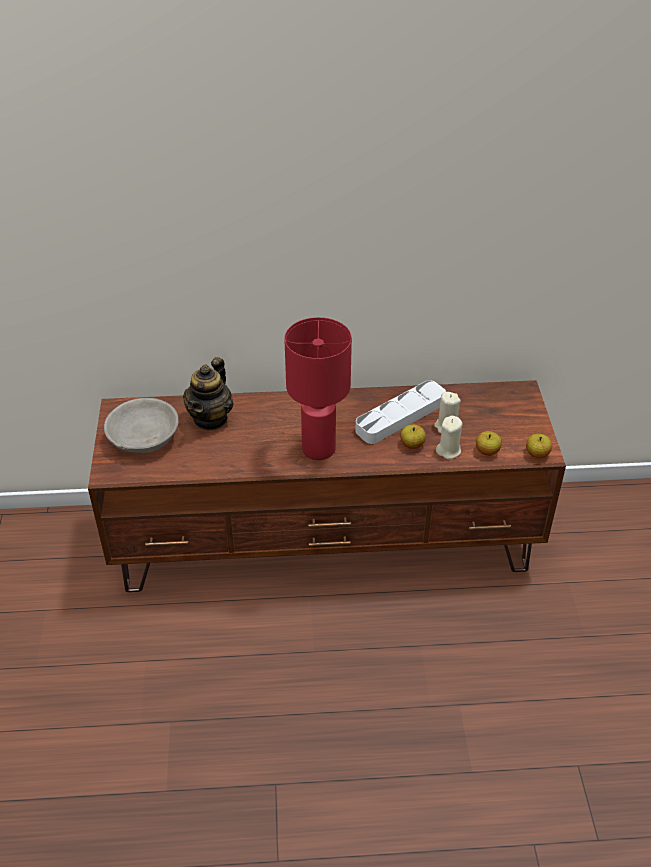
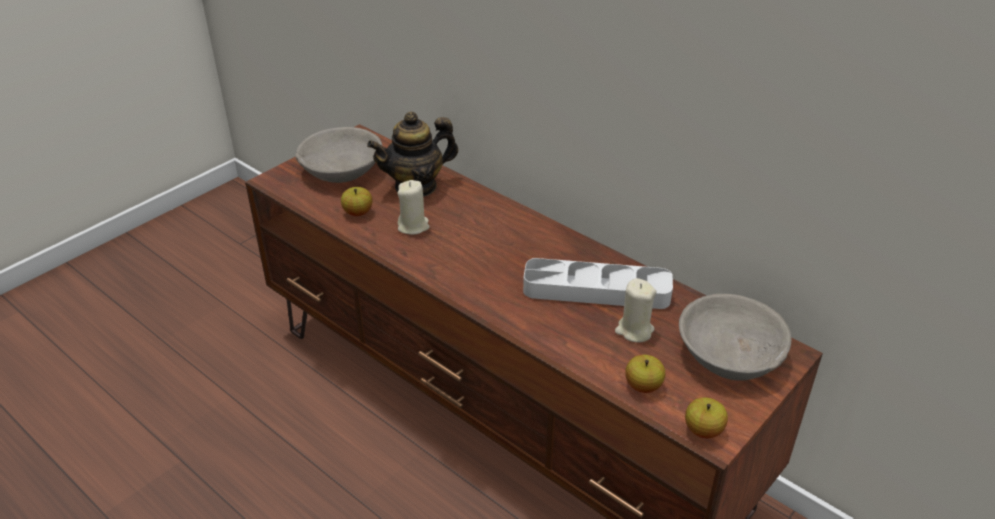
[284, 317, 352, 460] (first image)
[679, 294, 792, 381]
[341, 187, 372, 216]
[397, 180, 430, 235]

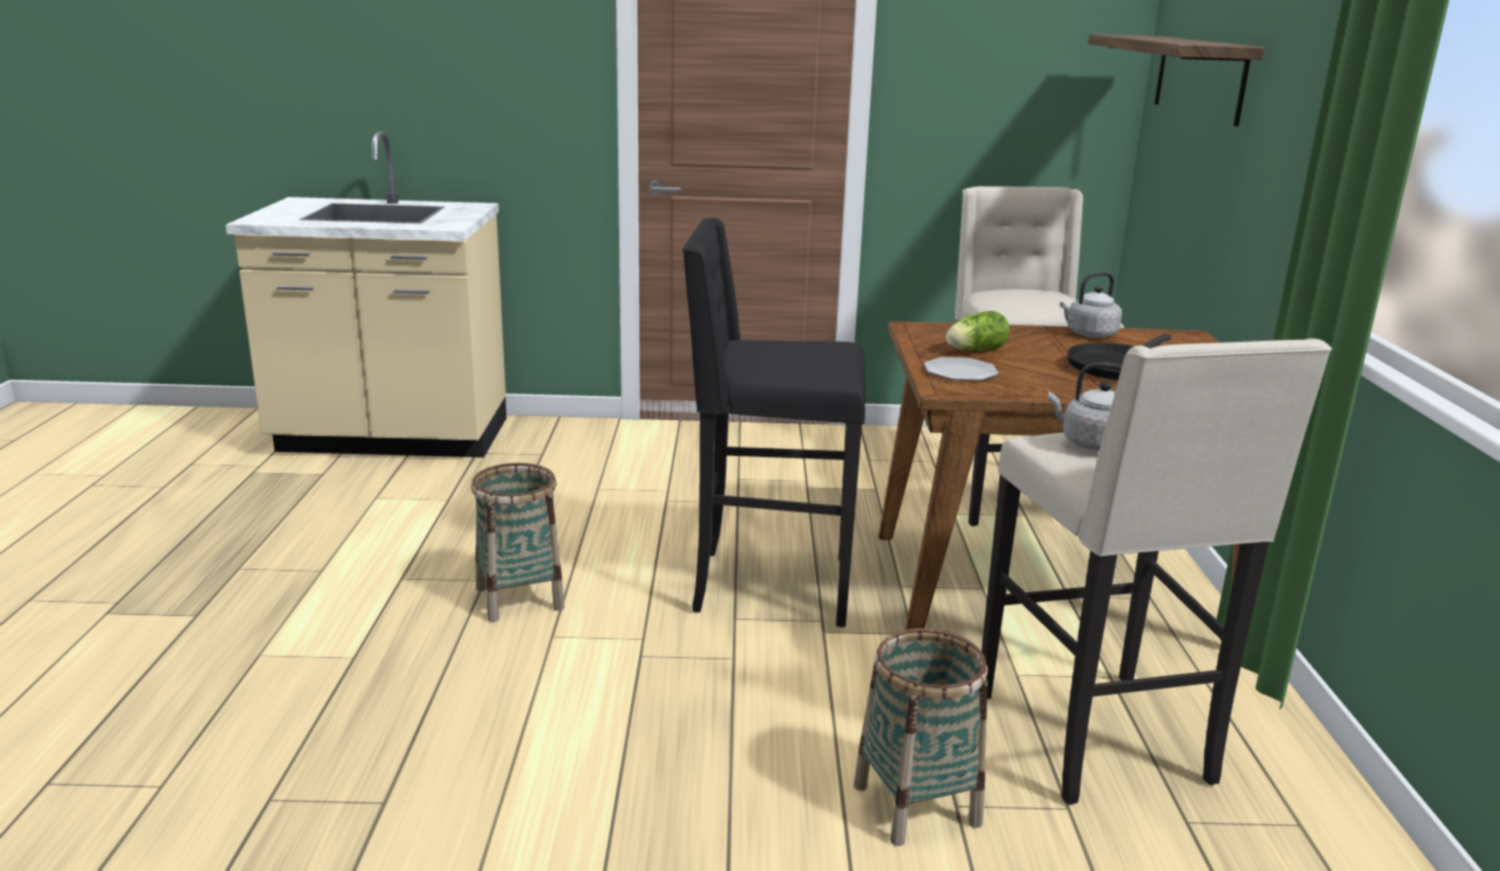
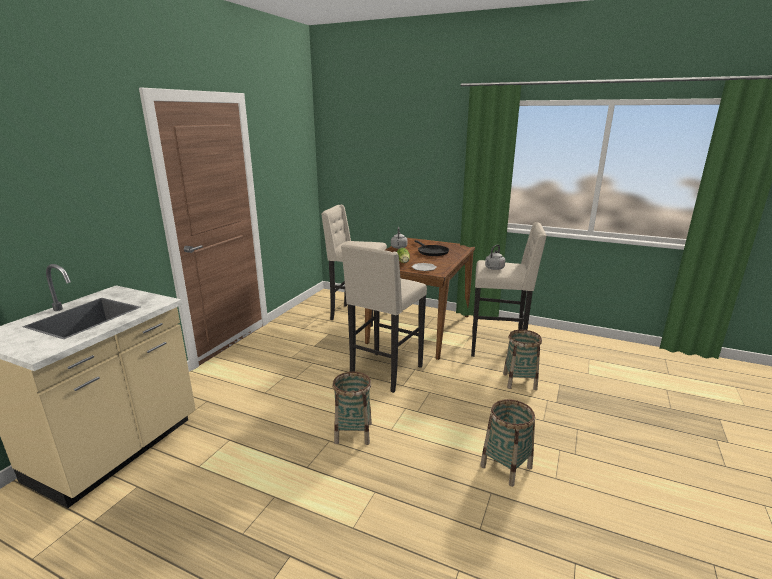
[1088, 34, 1265, 127] (first image)
[480, 399, 535, 487]
[341, 244, 427, 393]

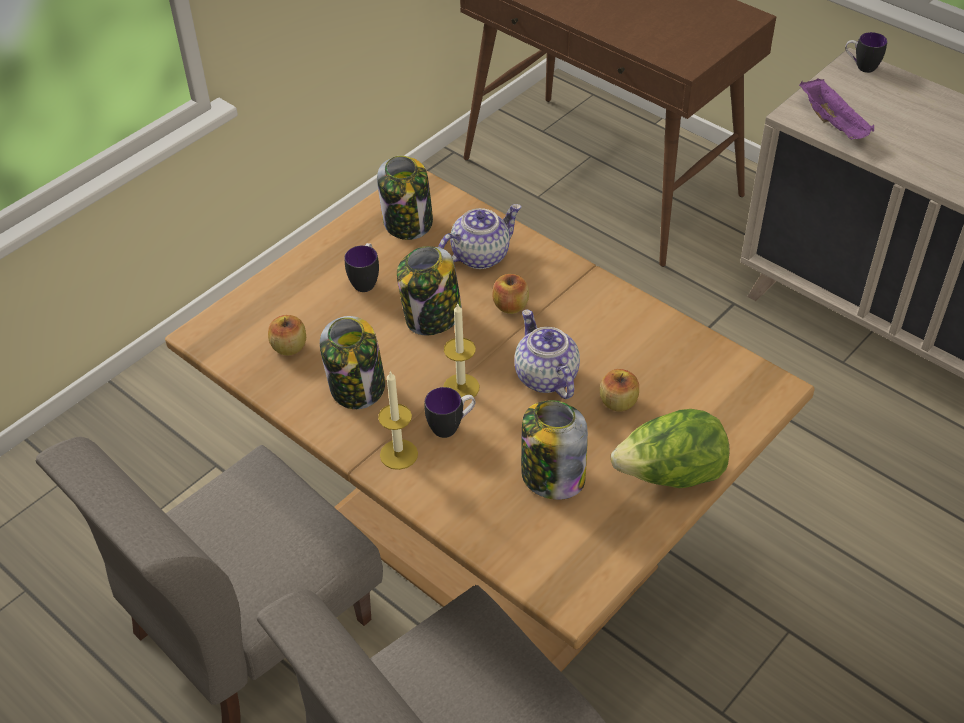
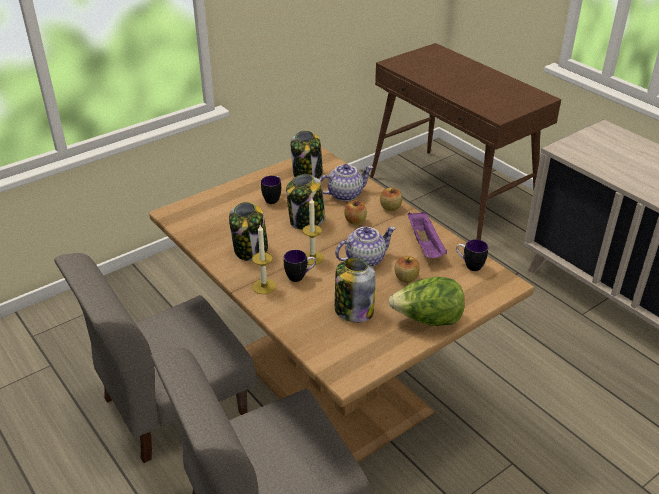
[380, 187, 402, 211]
[408, 212, 447, 258]
[456, 239, 488, 271]
[335, 226, 396, 267]

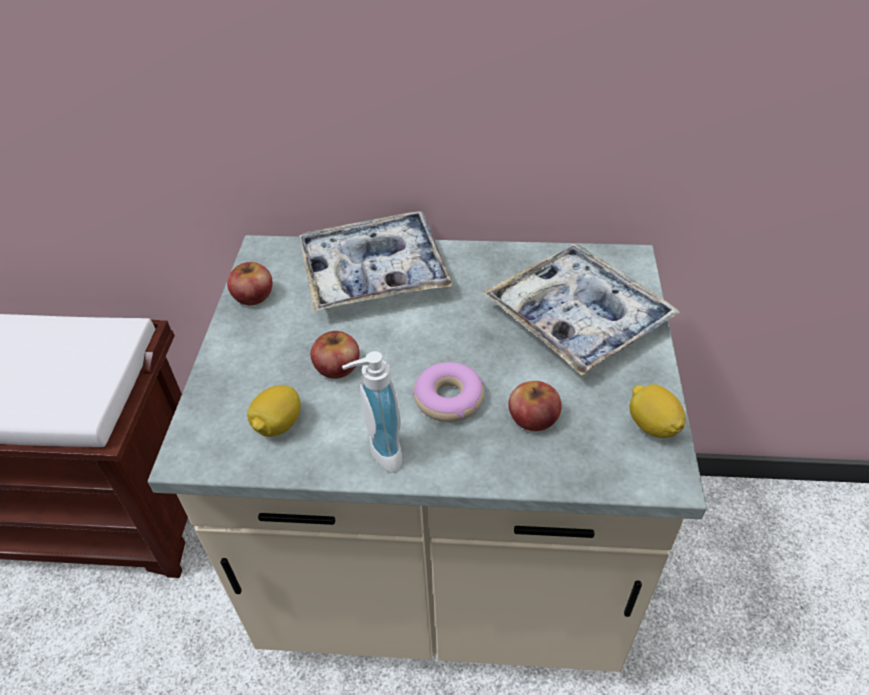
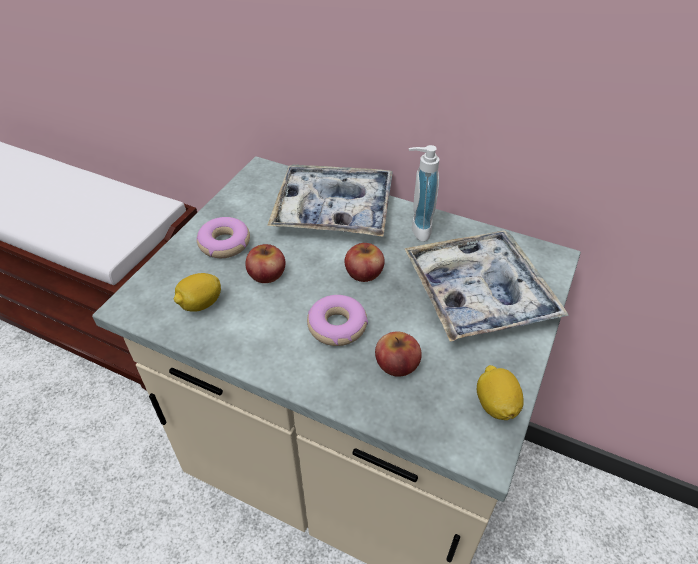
[196, 217, 250, 258]
[345, 243, 385, 282]
[409, 145, 439, 242]

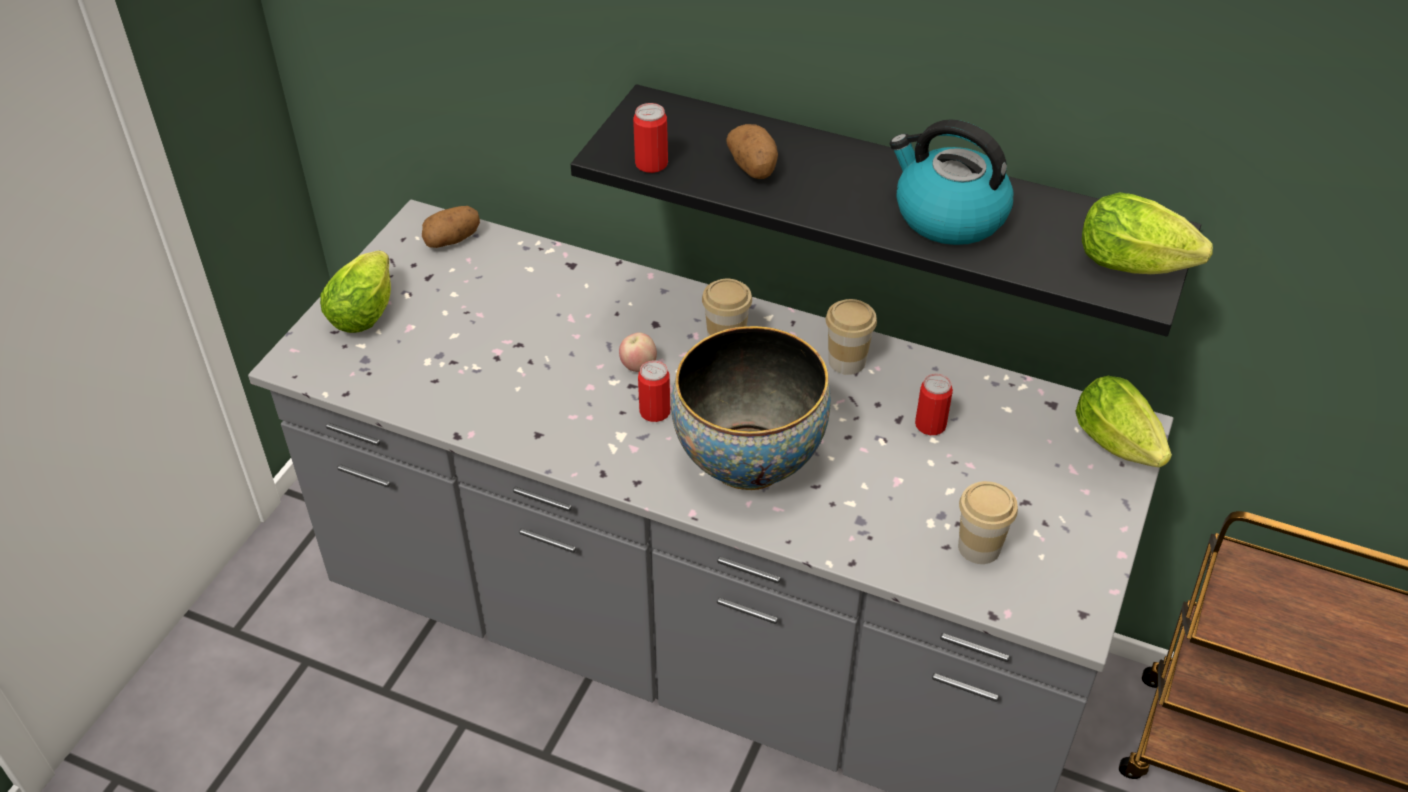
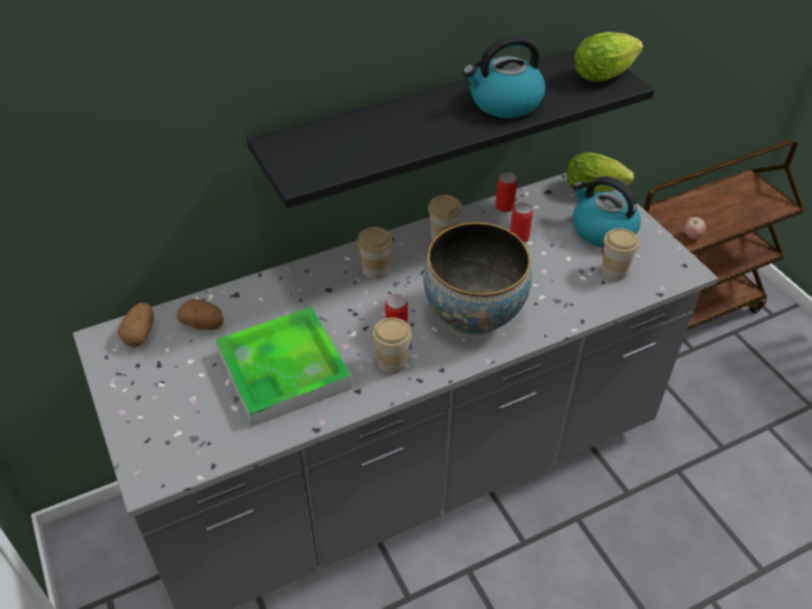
[320, 250, 391, 333] (first image)
[216, 307, 352, 427]
[372, 317, 412, 374]
[572, 176, 641, 248]
[684, 217, 706, 239]
[495, 172, 517, 212]
[177, 299, 224, 330]

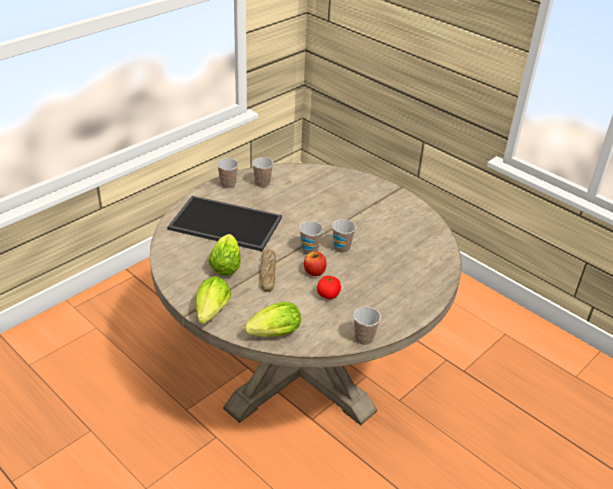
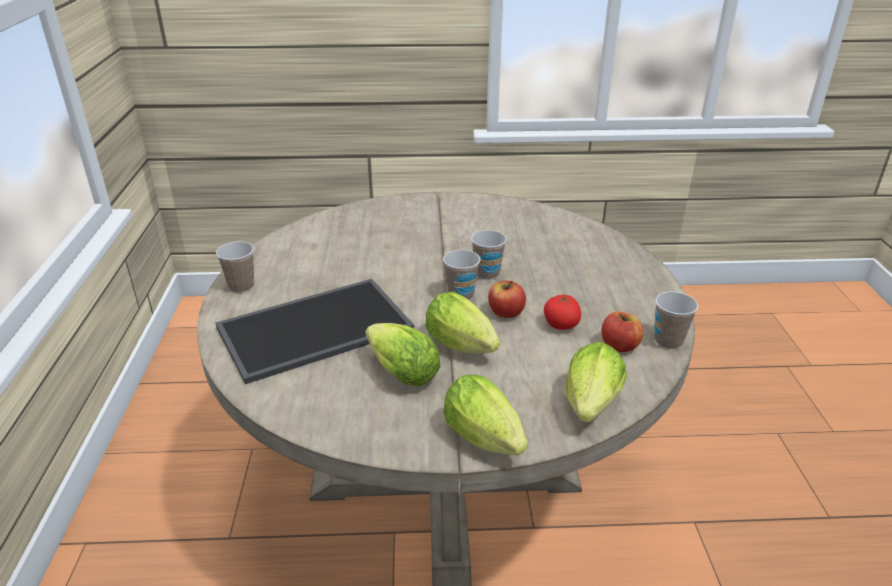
[252, 157, 273, 187] (first image)
[601, 311, 643, 352]
[425, 292, 500, 354]

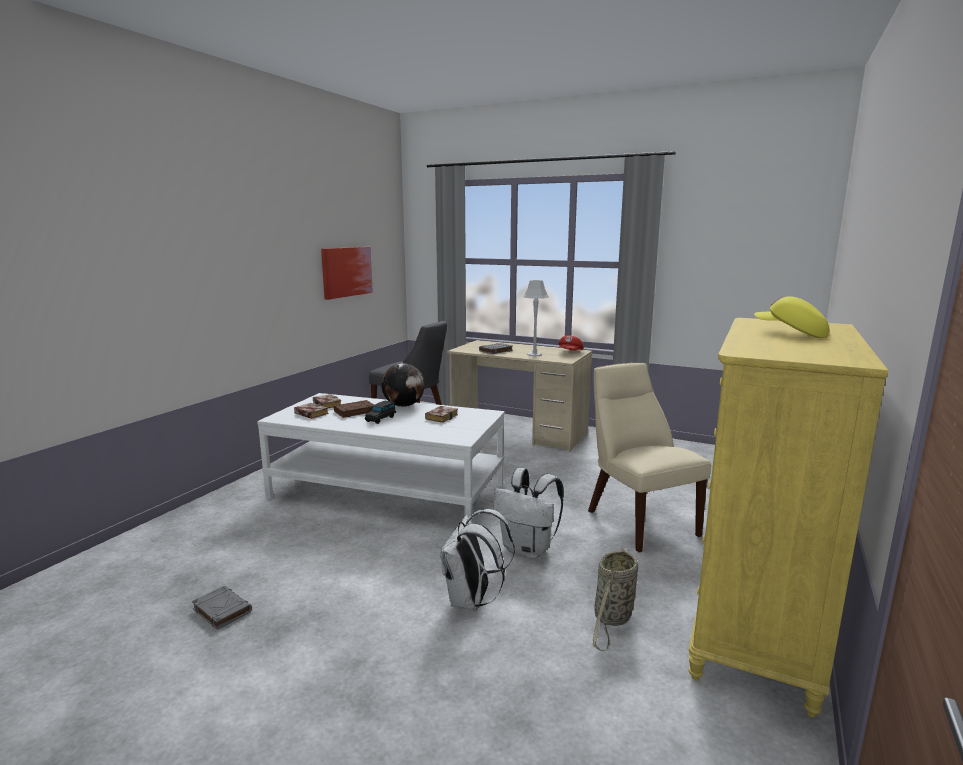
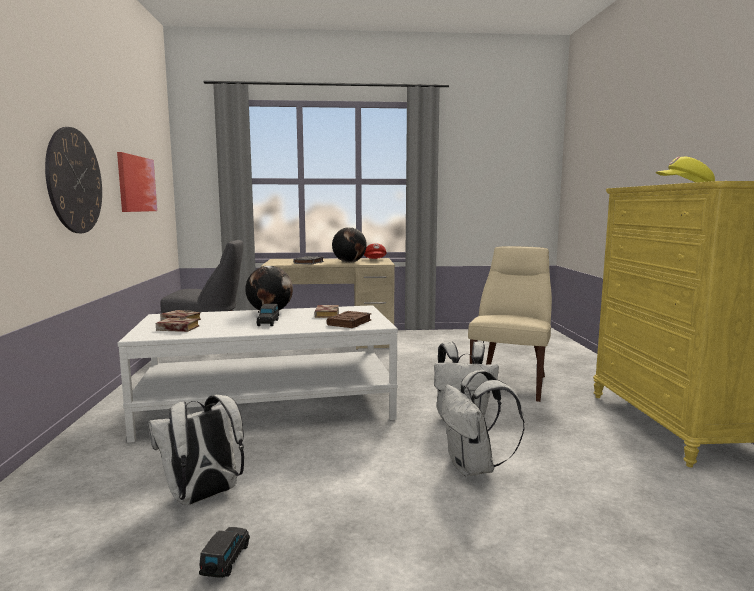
[593, 547, 638, 651] (first image)
[45, 127, 102, 233]
[148, 395, 244, 505]
[326, 311, 372, 328]
[199, 527, 250, 578]
[332, 227, 367, 263]
[468, 246, 552, 402]

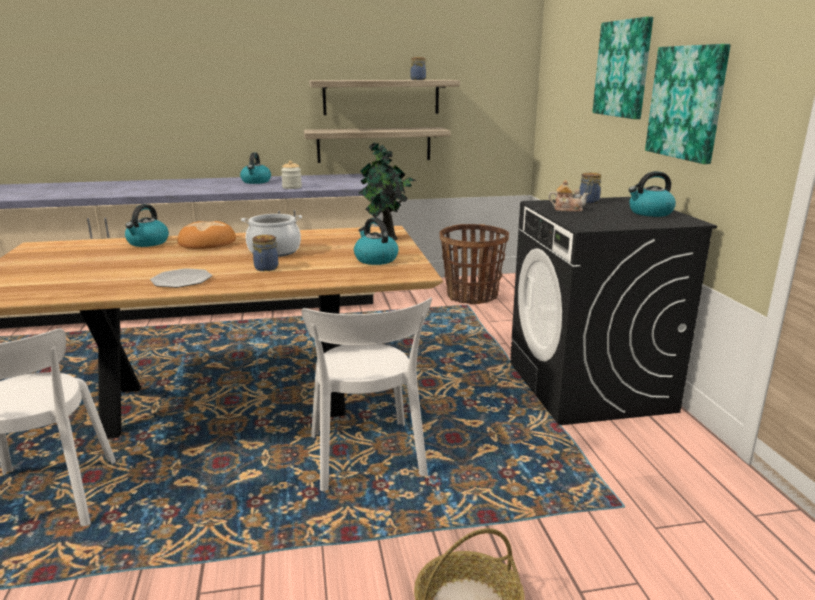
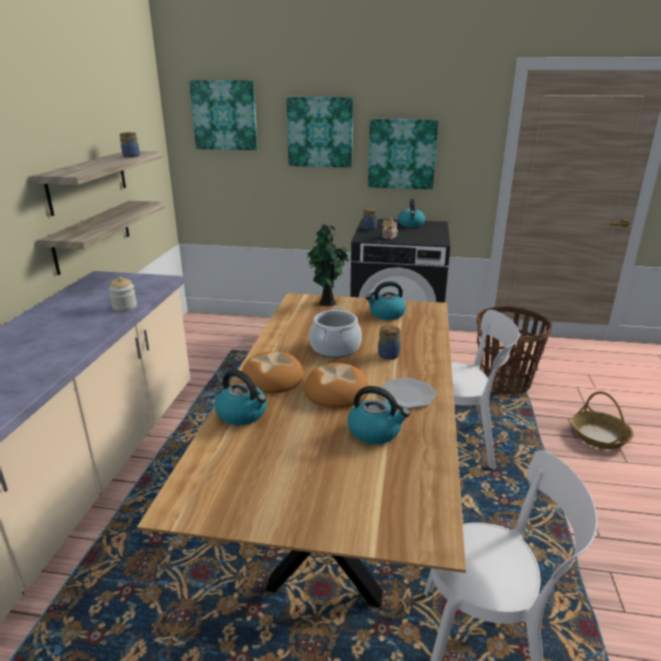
[189, 80, 258, 150]
[304, 363, 369, 408]
[348, 386, 410, 444]
[477, 306, 552, 395]

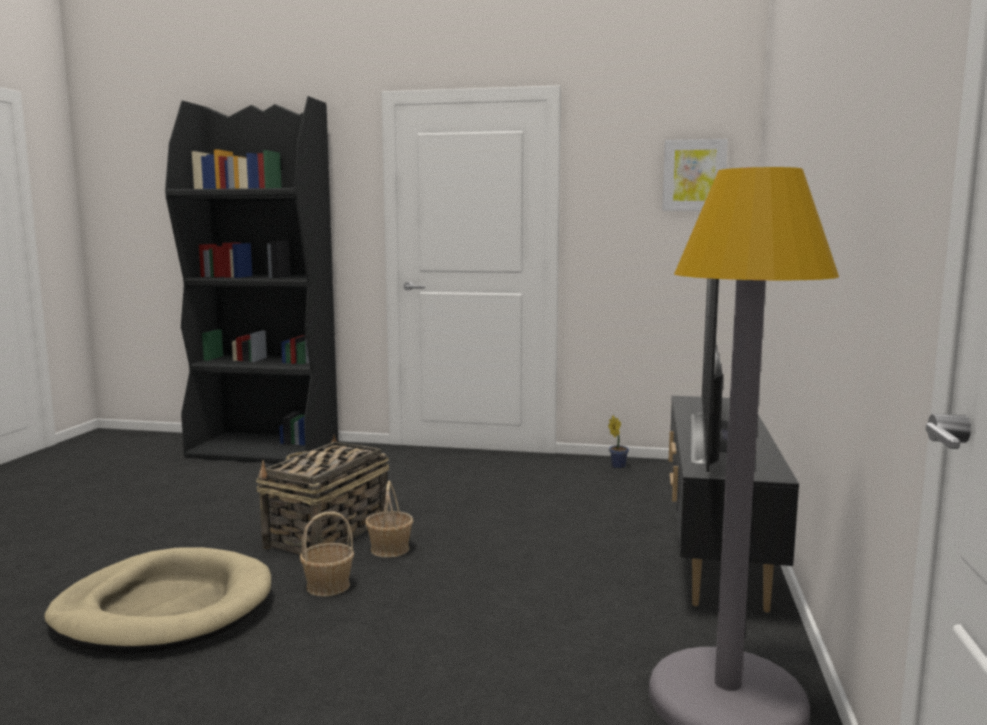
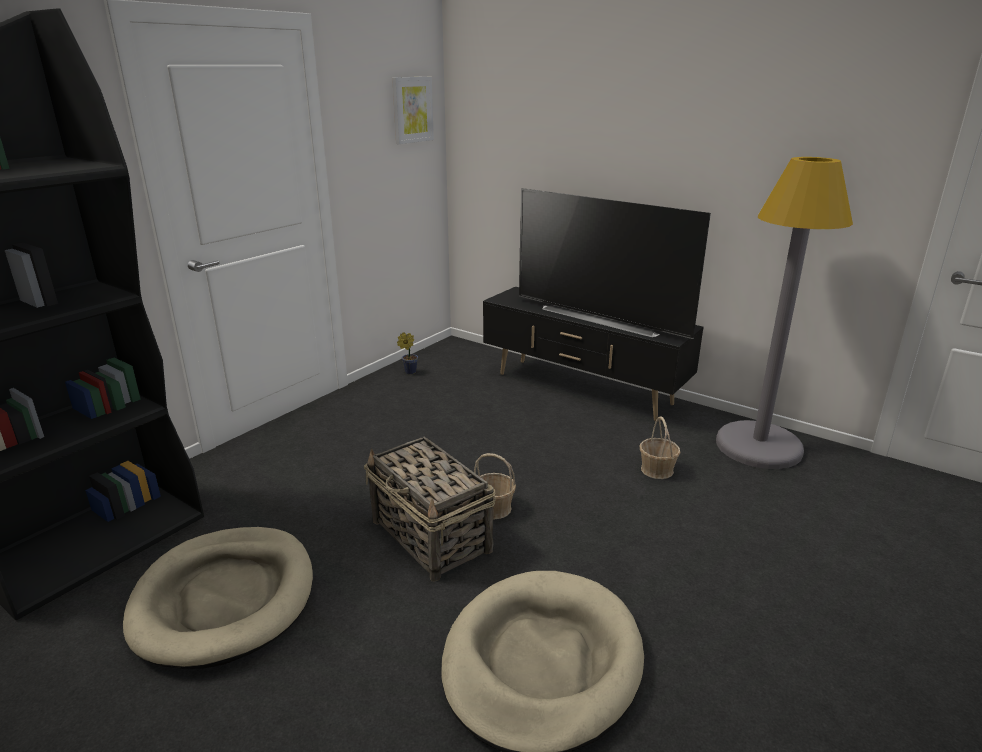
[123, 527, 313, 669]
[639, 416, 681, 479]

